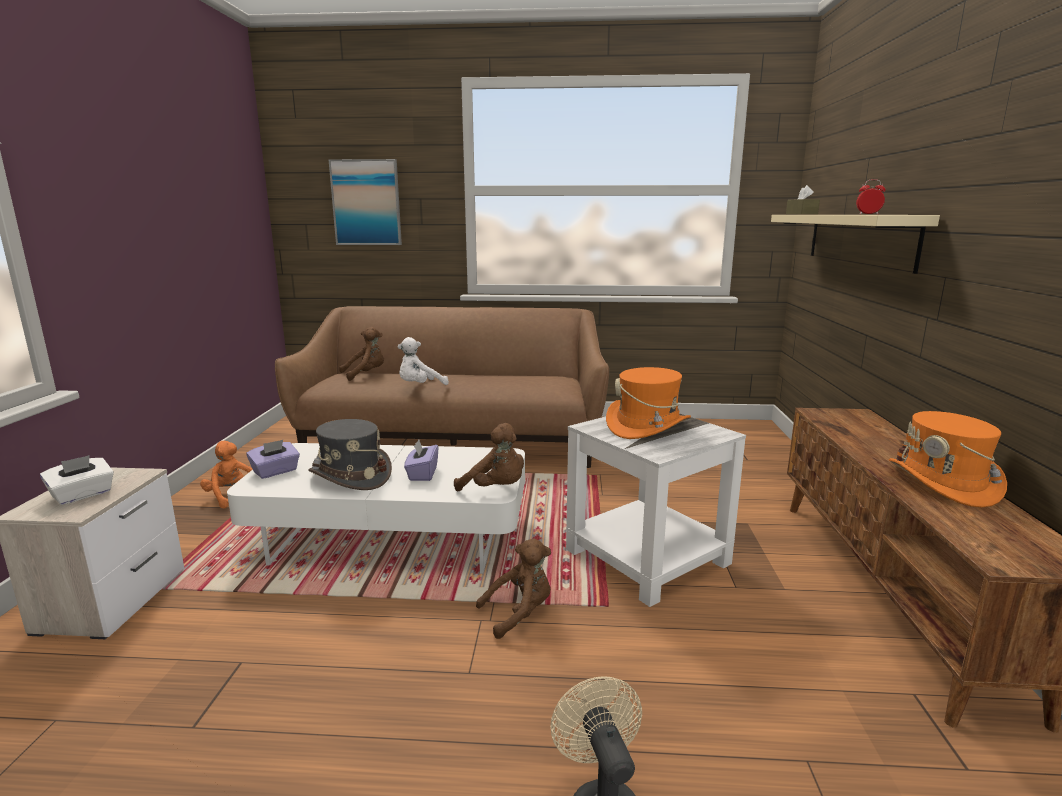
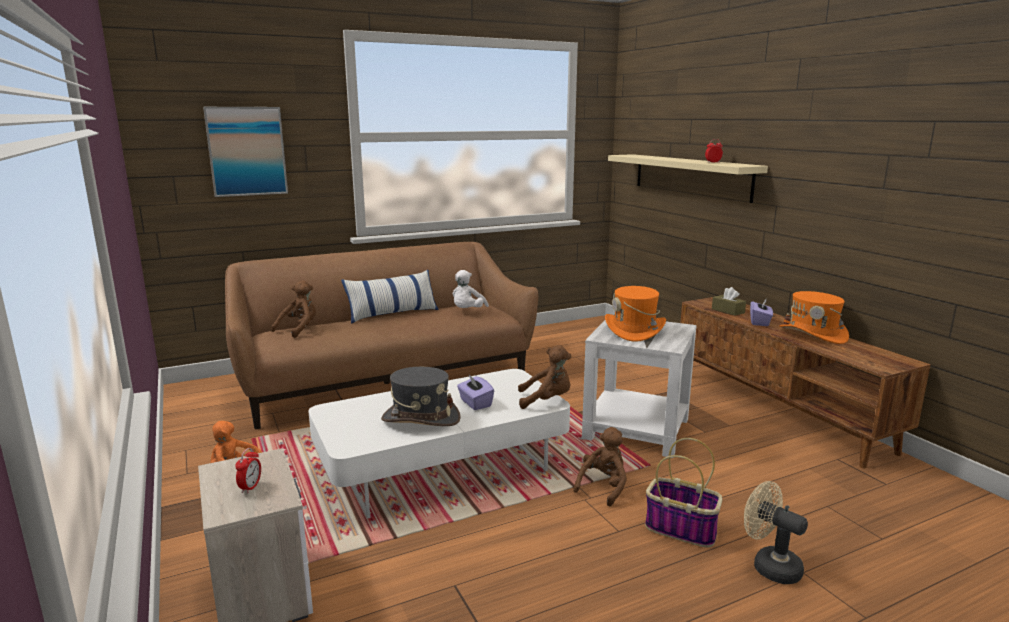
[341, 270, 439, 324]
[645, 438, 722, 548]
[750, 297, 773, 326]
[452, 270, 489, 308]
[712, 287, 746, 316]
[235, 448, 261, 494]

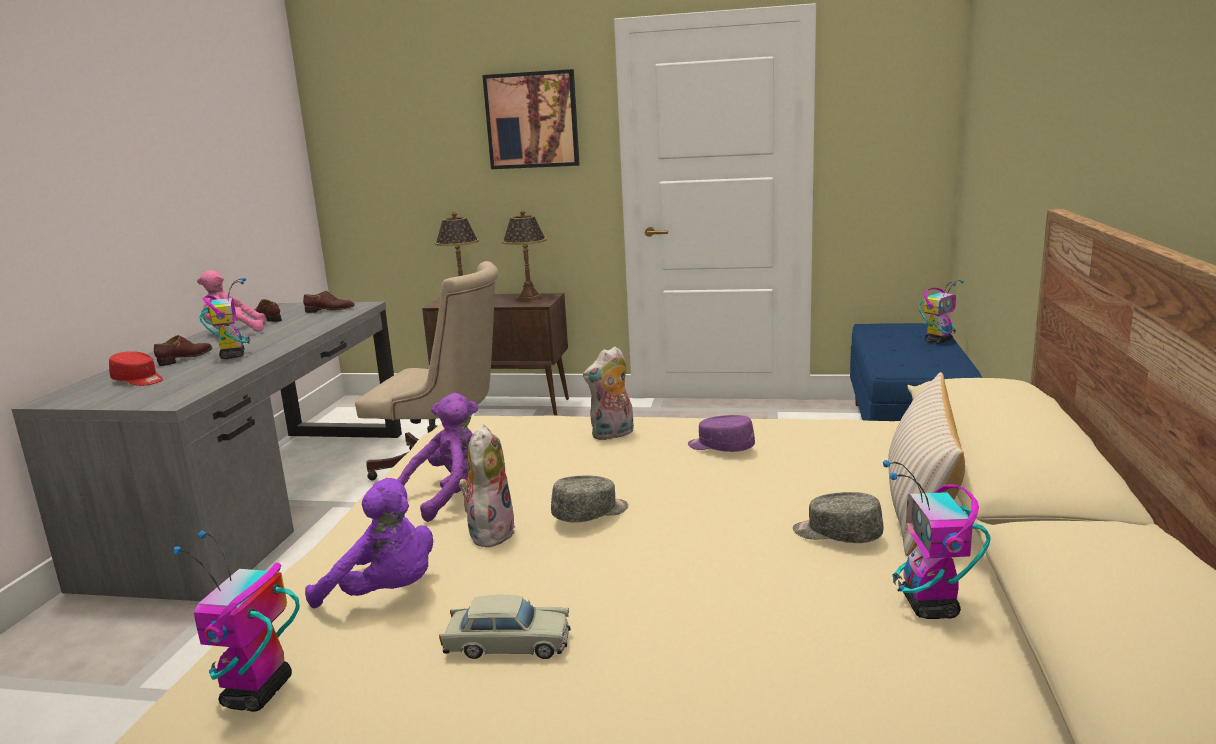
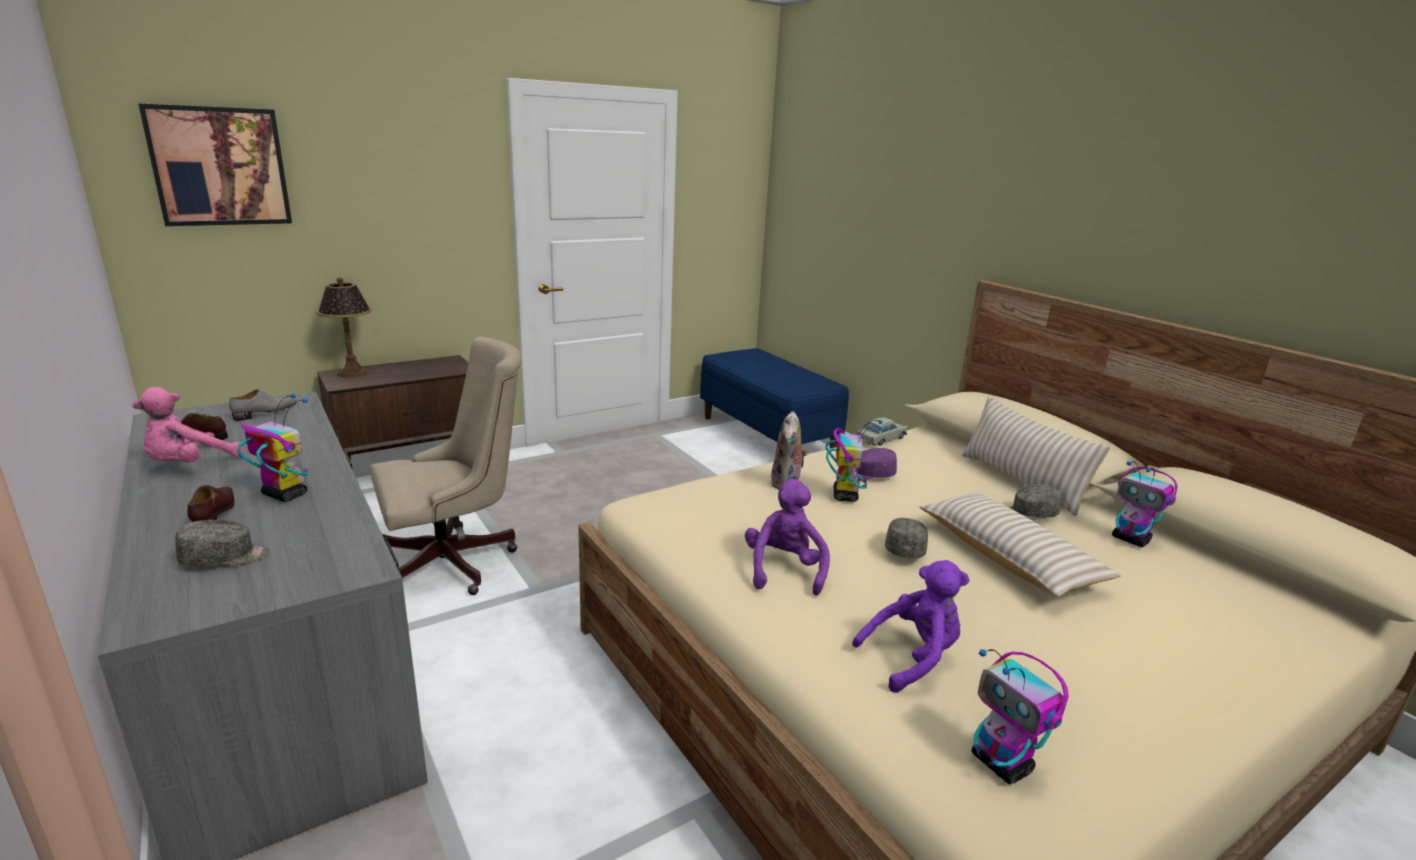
[459, 424, 515, 547] (first image)
[502, 210, 547, 301] (first image)
[919, 493, 1121, 597]
[857, 417, 908, 446]
[138, 103, 292, 226]
[825, 420, 882, 502]
[175, 520, 270, 567]
[229, 389, 296, 421]

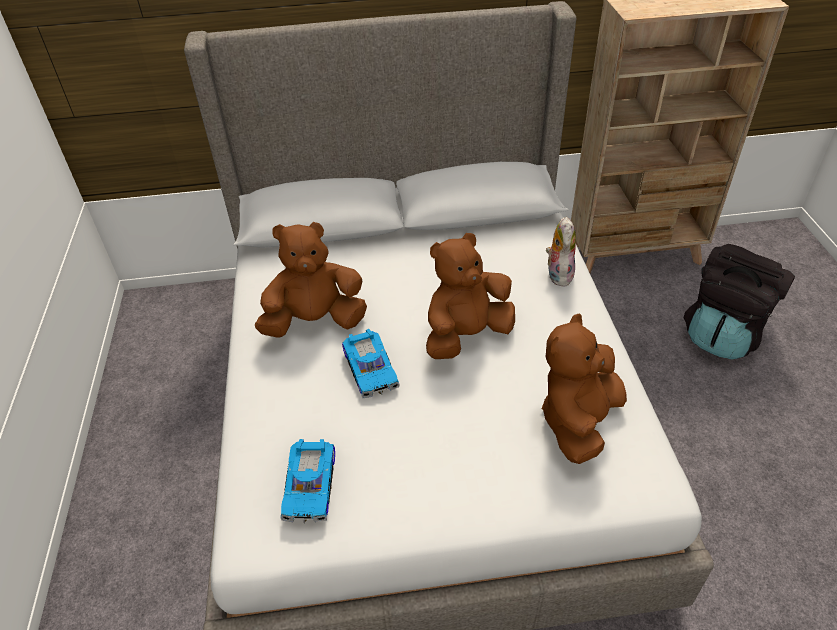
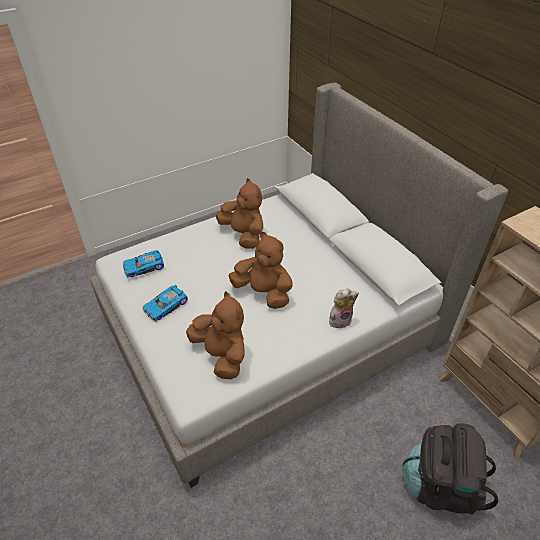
[143, 285, 188, 322]
[186, 291, 245, 380]

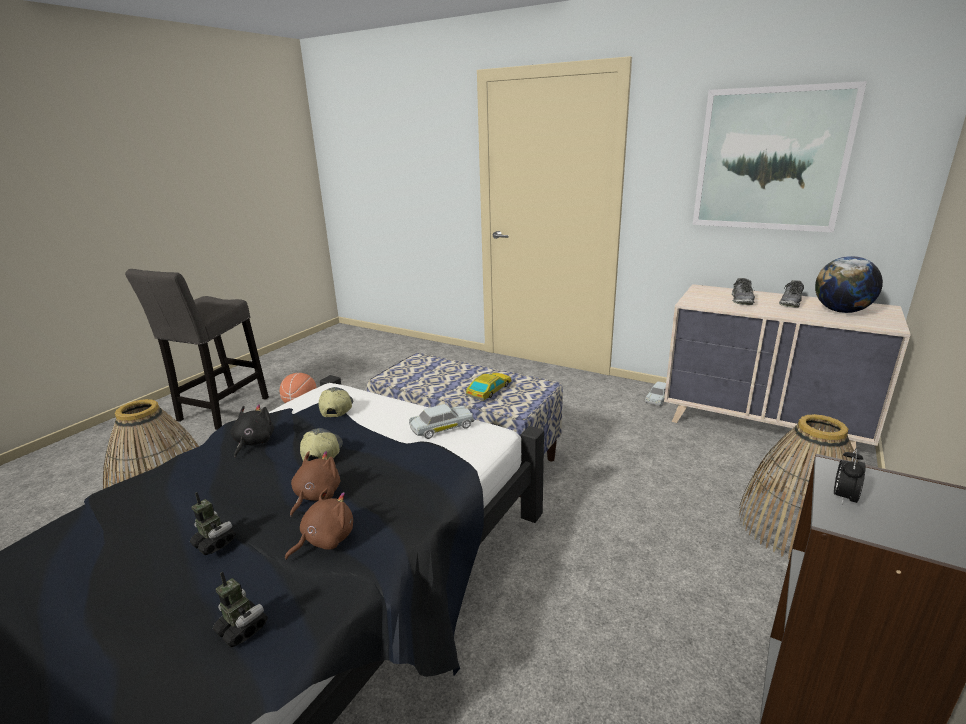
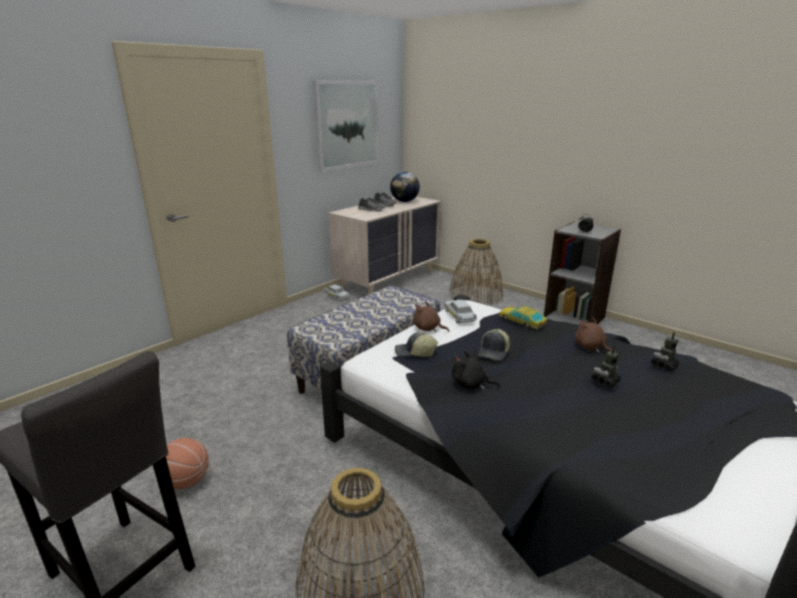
[413, 301, 449, 332]
[499, 306, 547, 329]
[478, 329, 510, 361]

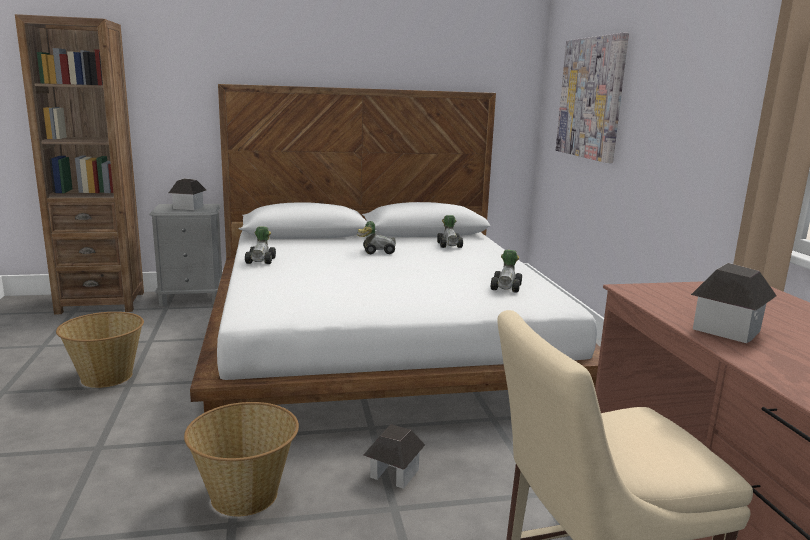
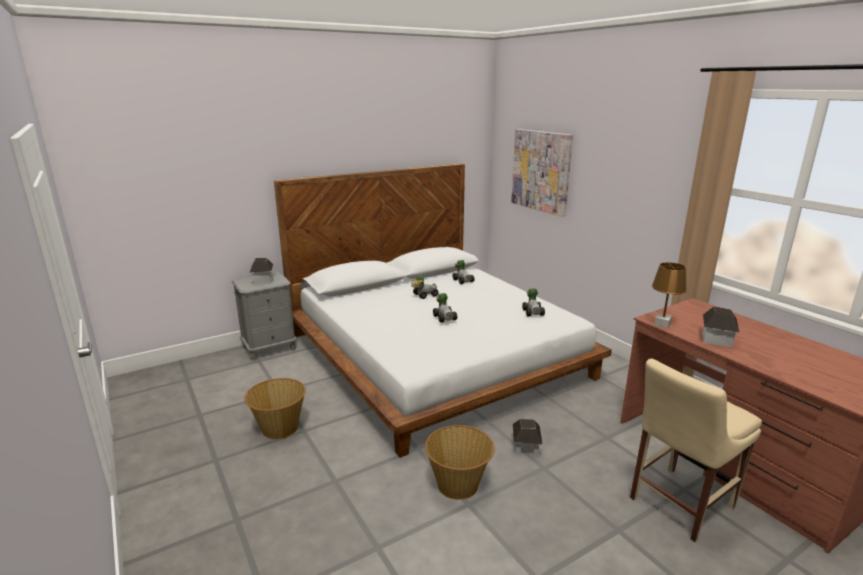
[15, 14, 144, 315] (first image)
[652, 262, 687, 328]
[433, 293, 457, 323]

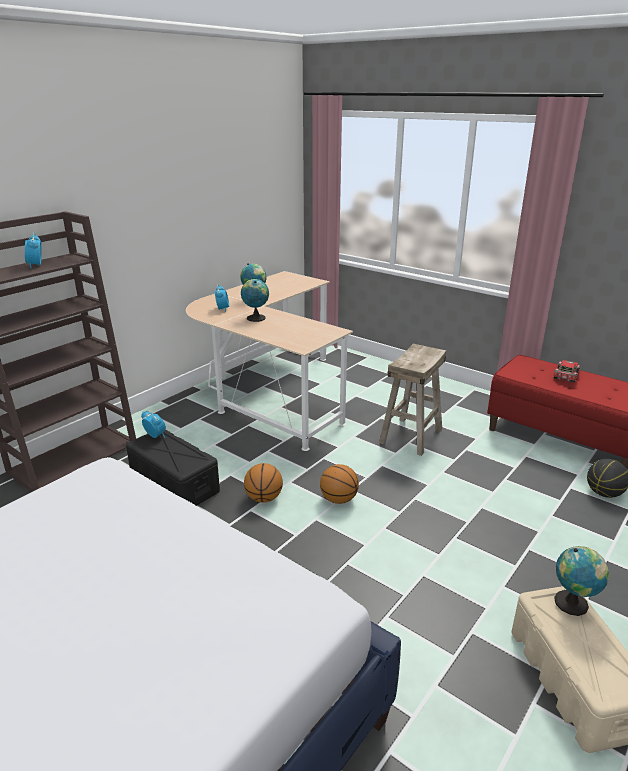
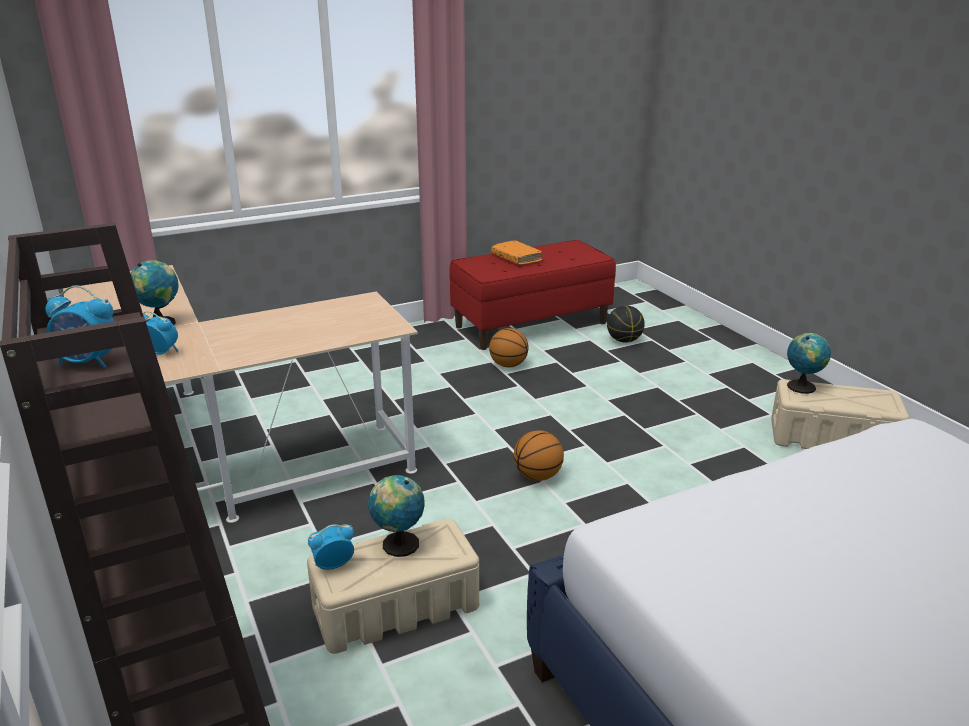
[379, 344, 446, 456] (first image)
[368, 475, 425, 557]
[489, 328, 529, 368]
[491, 240, 542, 265]
[307, 519, 479, 654]

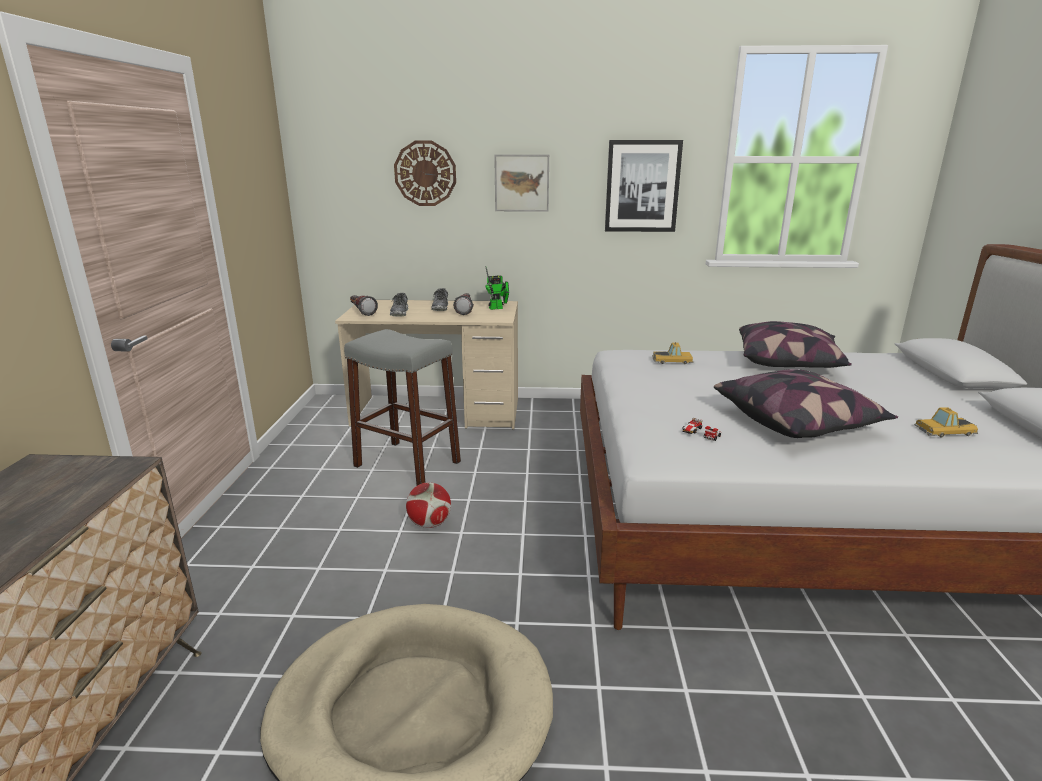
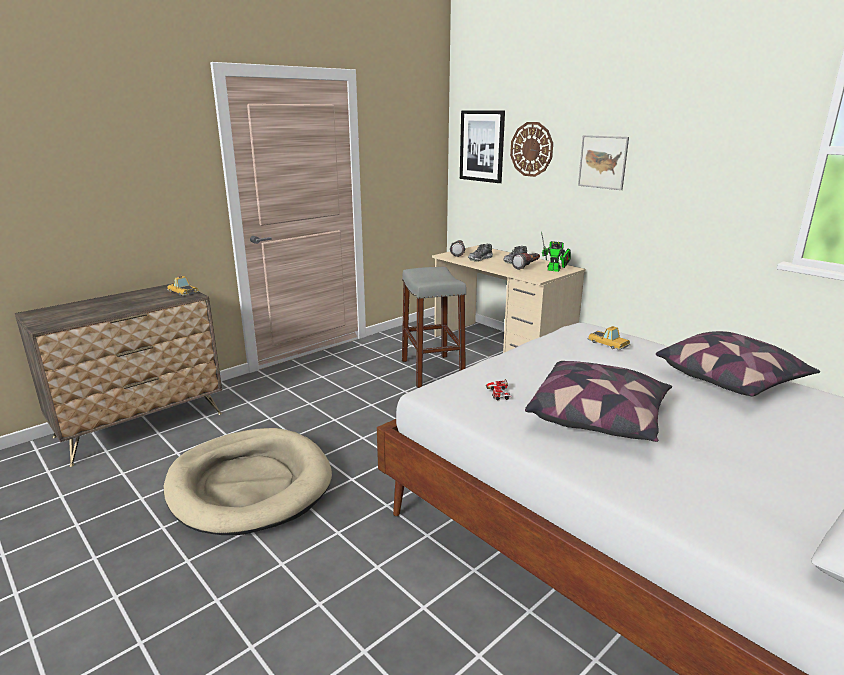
[406, 483, 451, 528] (first image)
[460, 110, 505, 183]
[167, 276, 199, 296]

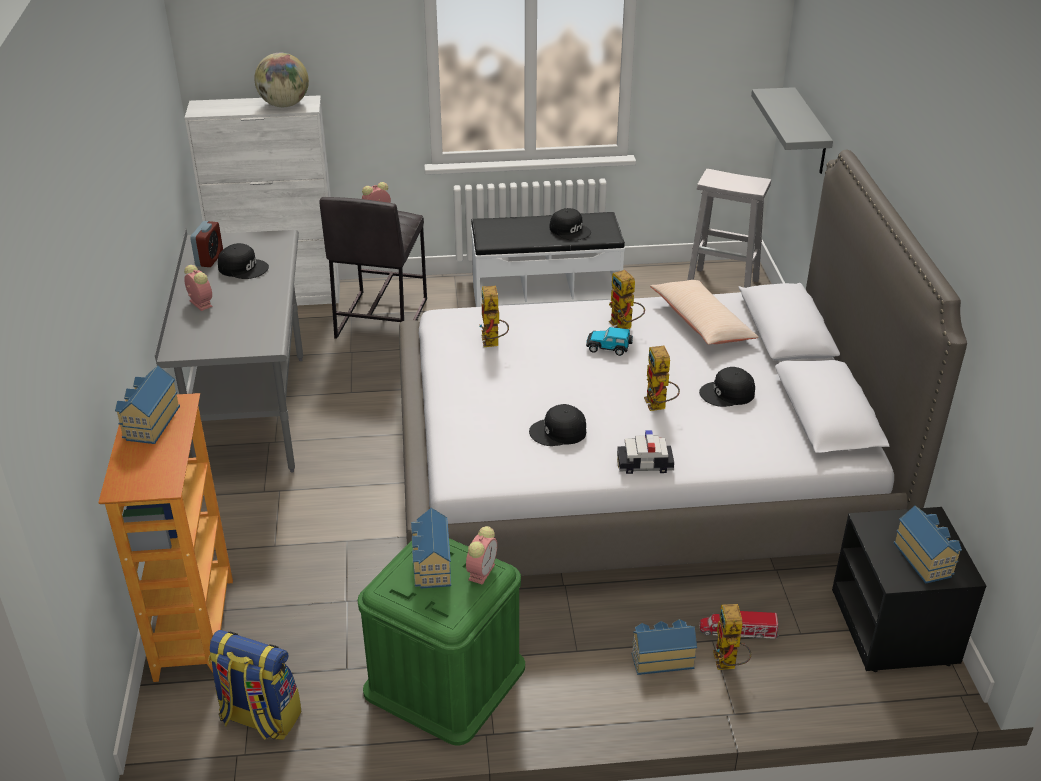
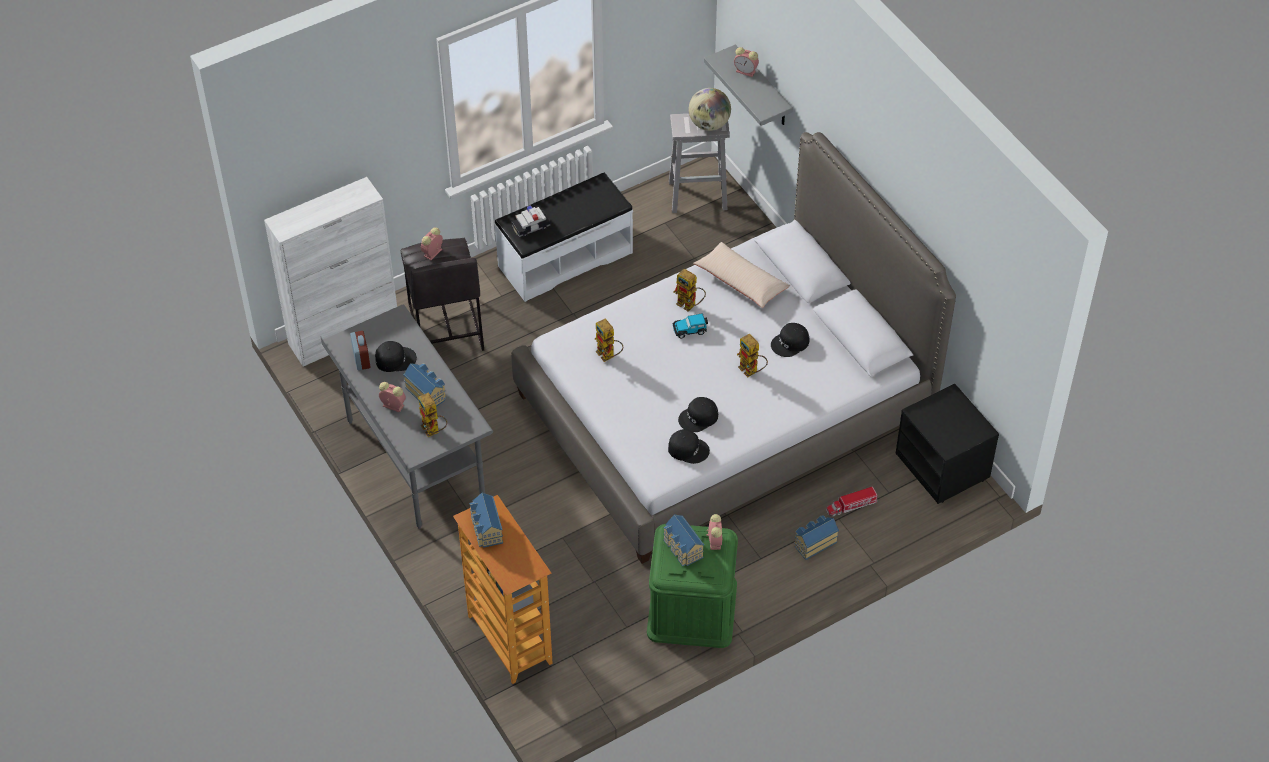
[209, 630, 301, 740] (first image)
[734, 47, 759, 77]
[689, 88, 731, 131]
[668, 429, 710, 464]
[512, 205, 551, 237]
[418, 392, 447, 437]
[403, 363, 446, 407]

